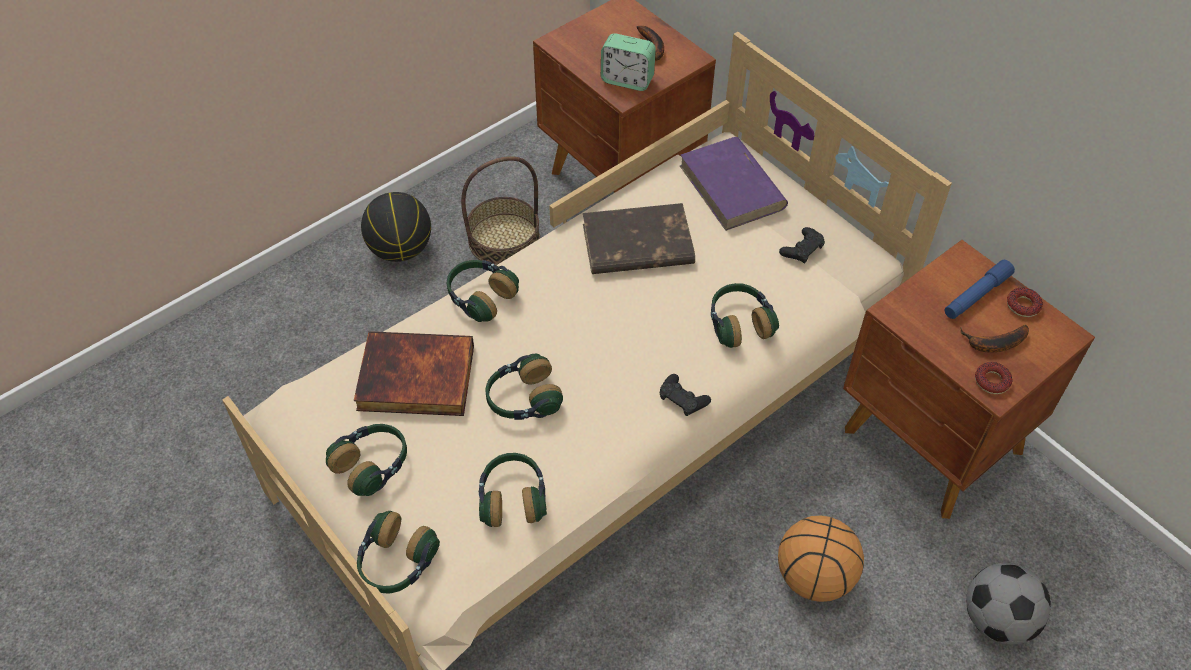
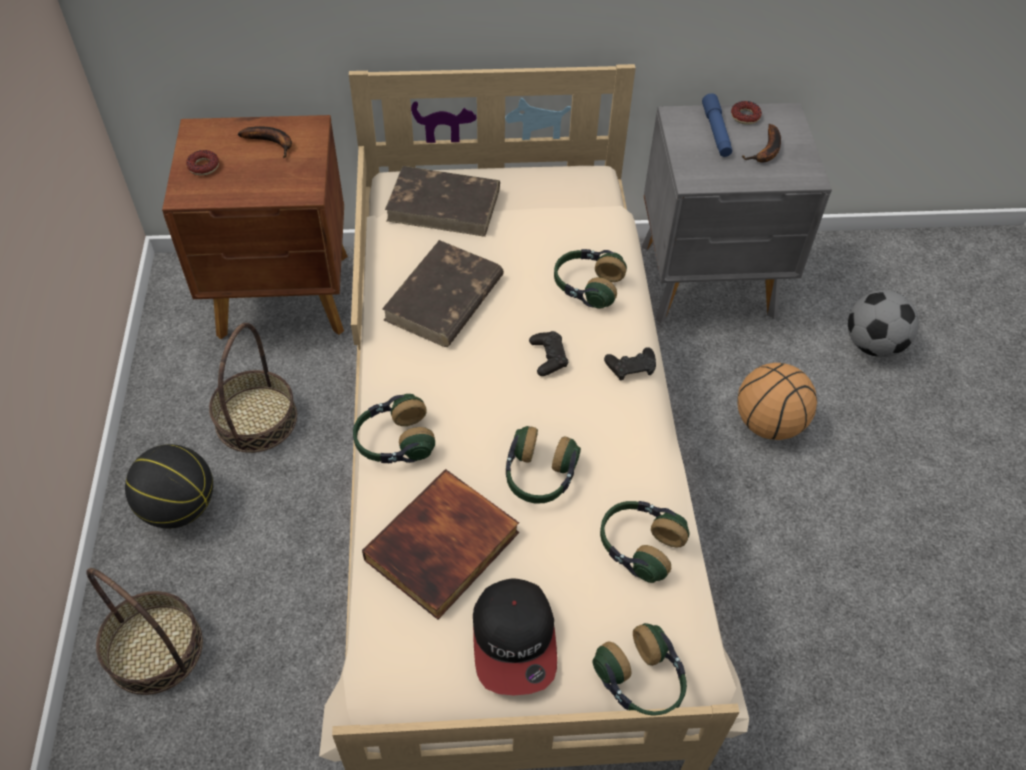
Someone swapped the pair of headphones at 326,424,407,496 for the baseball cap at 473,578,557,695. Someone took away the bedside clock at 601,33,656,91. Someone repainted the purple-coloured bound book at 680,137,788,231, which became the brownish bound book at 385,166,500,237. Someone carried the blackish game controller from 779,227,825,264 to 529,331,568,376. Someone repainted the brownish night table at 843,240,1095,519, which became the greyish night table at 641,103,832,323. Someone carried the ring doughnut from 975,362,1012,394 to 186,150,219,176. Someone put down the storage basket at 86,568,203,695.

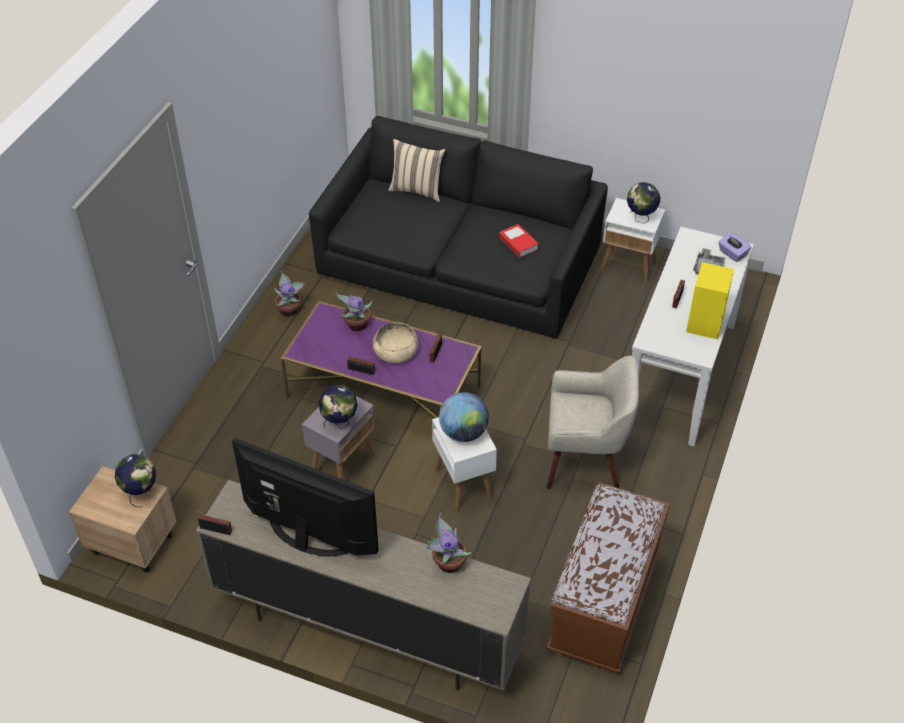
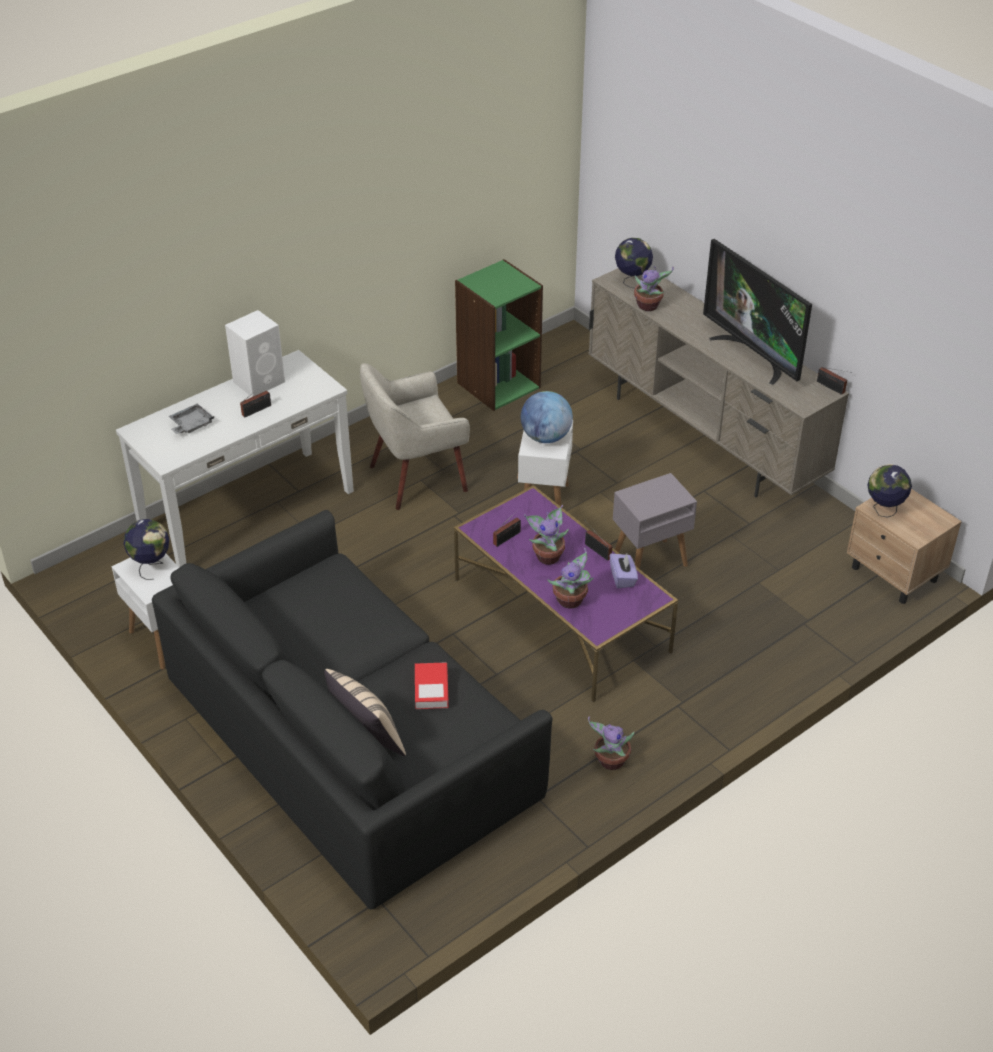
Someone carried the globe from 318,385,358,430 to 615,238,653,288. Someone swapped the sand-coloured deep dish at 373,322,419,363 for the potted plant at 524,505,569,565. Someone carried the bound book from 499,224,538,258 to 415,662,449,709. Someone rotated the sand-coloured easy chair at 547,356,639,489 by 60 degrees counterclockwise. Someone swapped the brownish long seat at 547,482,670,673 for the green shelving unit at 455,259,543,411. Someone repainted the yellow audio speaker at 686,262,734,339, which became the white-coloured audio speaker at 225,310,285,397. Someone carried the purple-coloured box of tissues from 718,232,751,262 to 609,554,638,588.

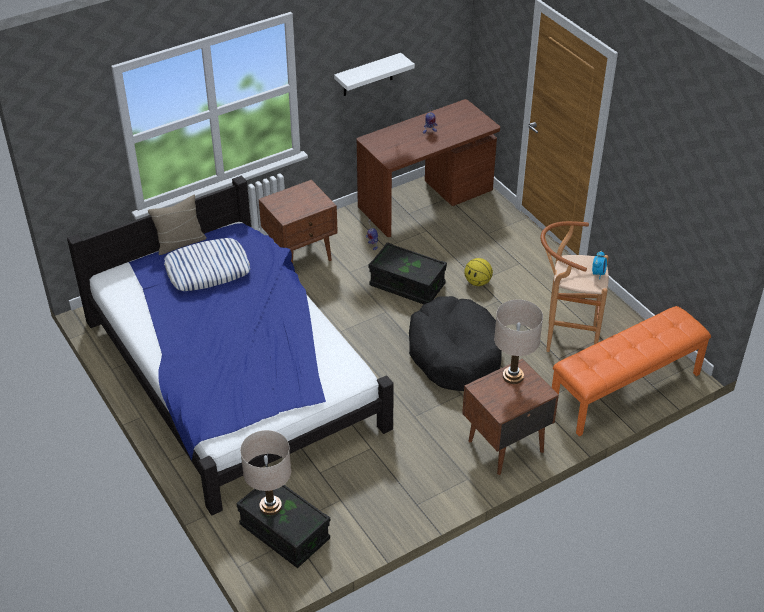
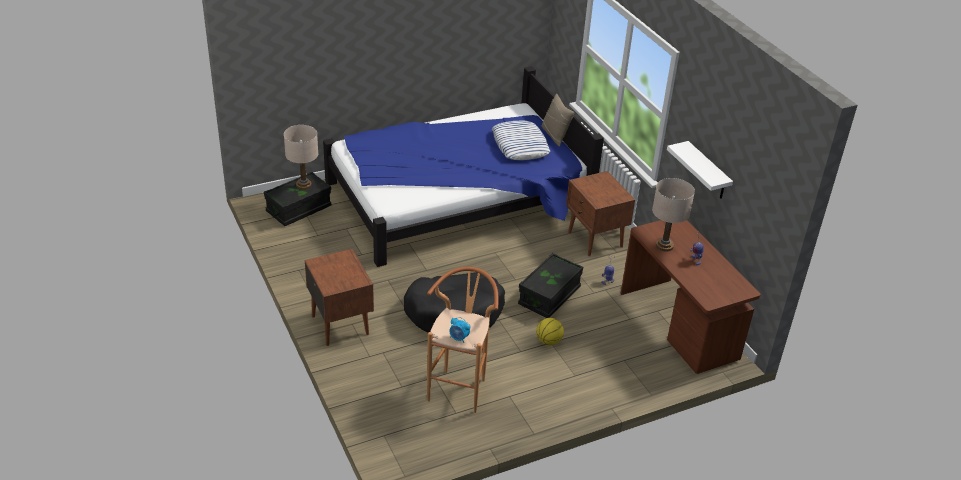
Someone carried the sand-coloured lamp for a table from 494,299,543,384 to 652,178,695,251. Someone took away the orange long seat at 552,306,711,436.

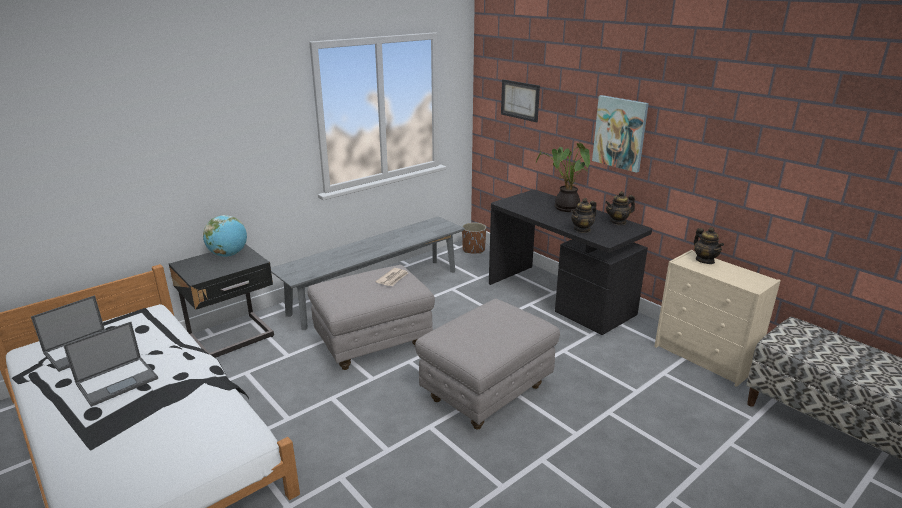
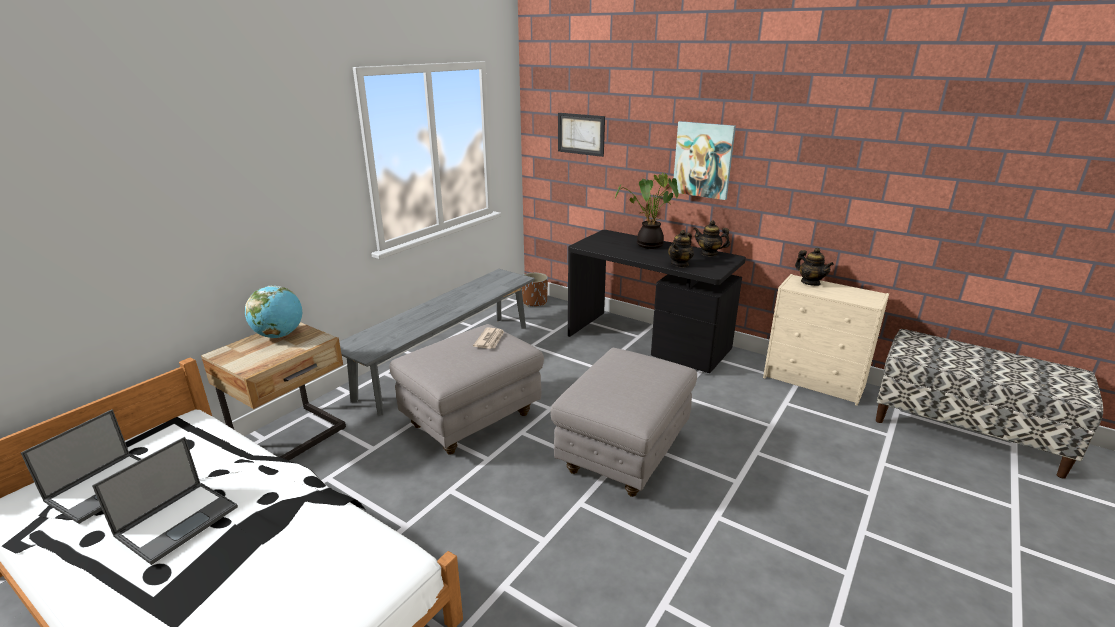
Someone repainted the blackish night table at 169,244,274,358, which became the sand-coloured night table at 201,322,346,461. Someone rotated the pot for tea at 605,191,635,225 by 60 degrees clockwise.

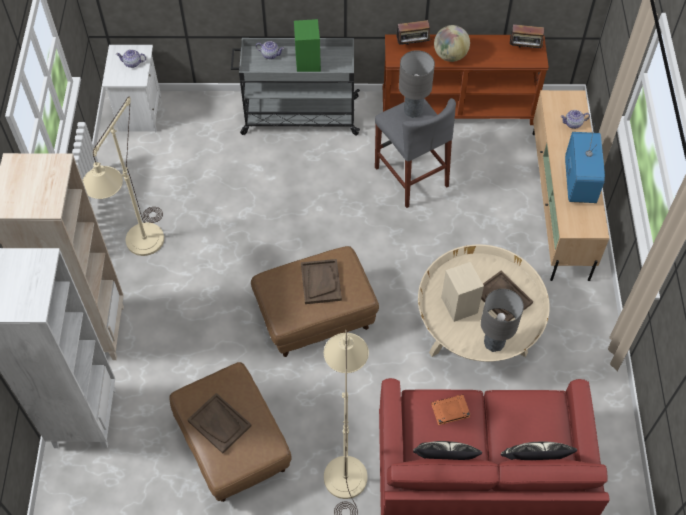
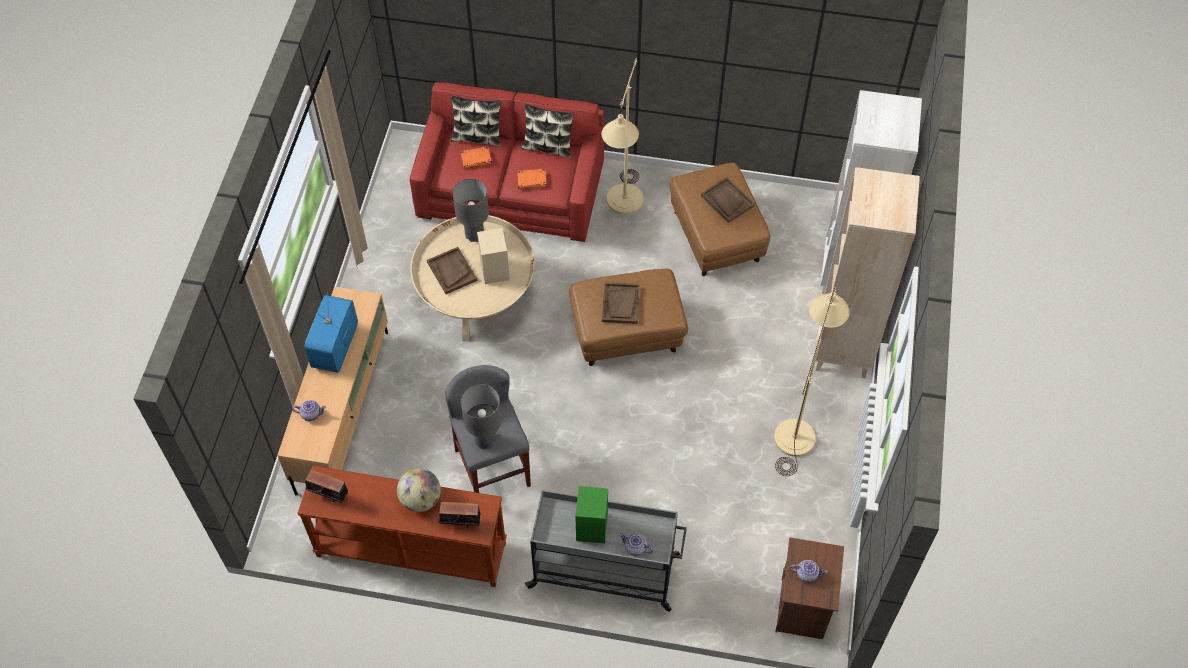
Someone repainted the white-coloured night table at 102,45,161,132, which became the brownish night table at 775,538,844,639. Someone put down the orange bound book at 461,147,492,169.

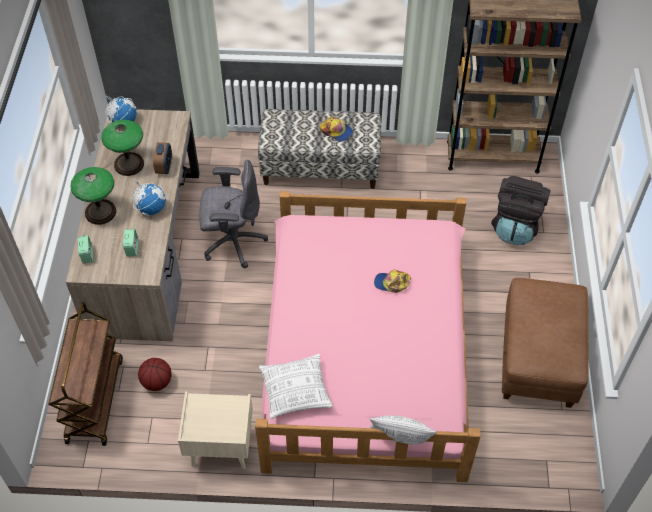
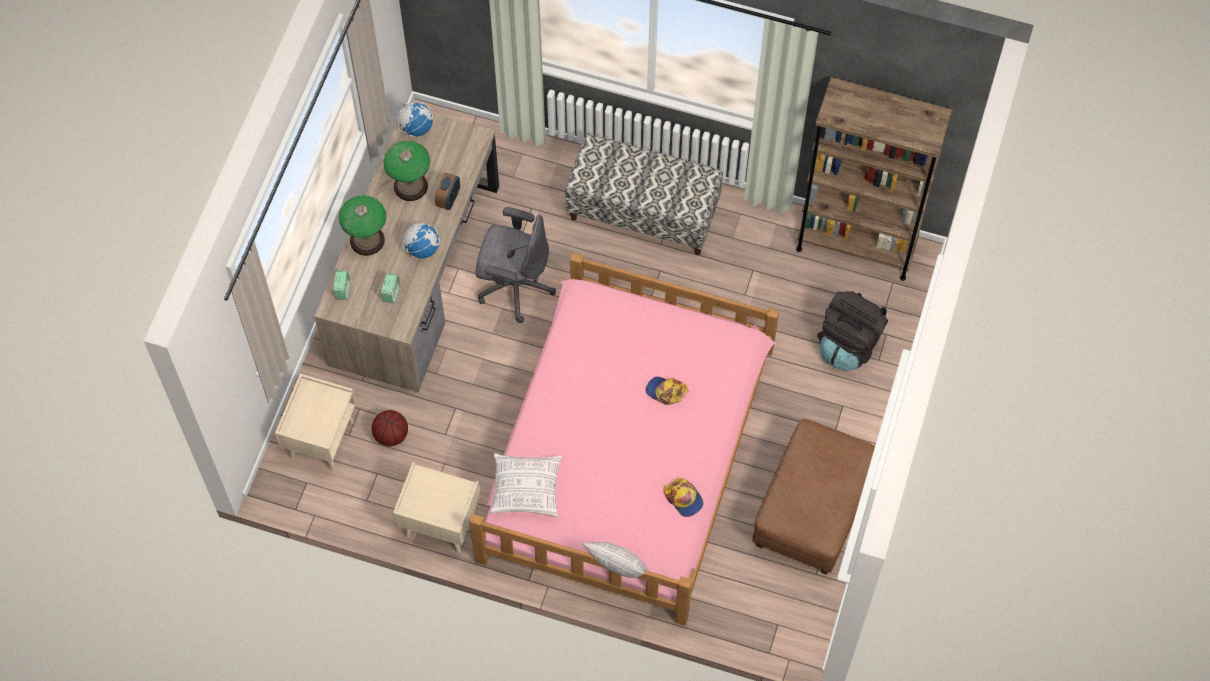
Someone swapped the brownish wheeled cart at 48,302,123,446 for the sand-coloured night table at 275,374,356,471. Someone carried the baseball cap from 320,116,353,142 to 664,478,704,517.

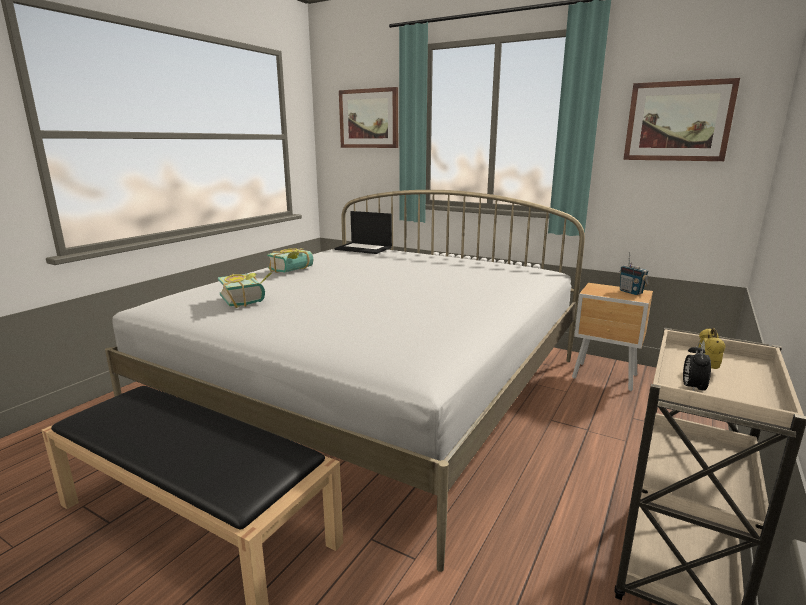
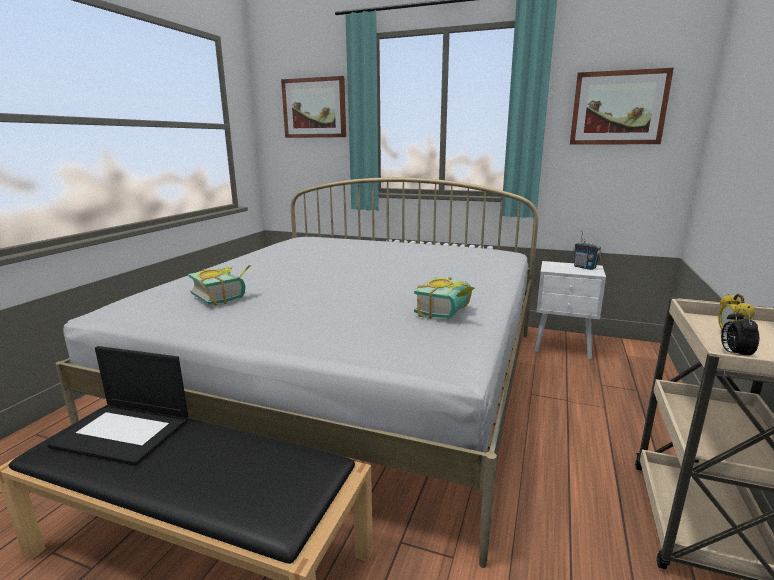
Someone carried the bound book from 267,248,313,273 to 414,277,475,319. Someone carried the notebook computer from 335,211,392,254 to 47,346,188,466. Someone repainted the brownish night table at 572,283,653,391, which became the white-coloured night table at 534,261,606,360.

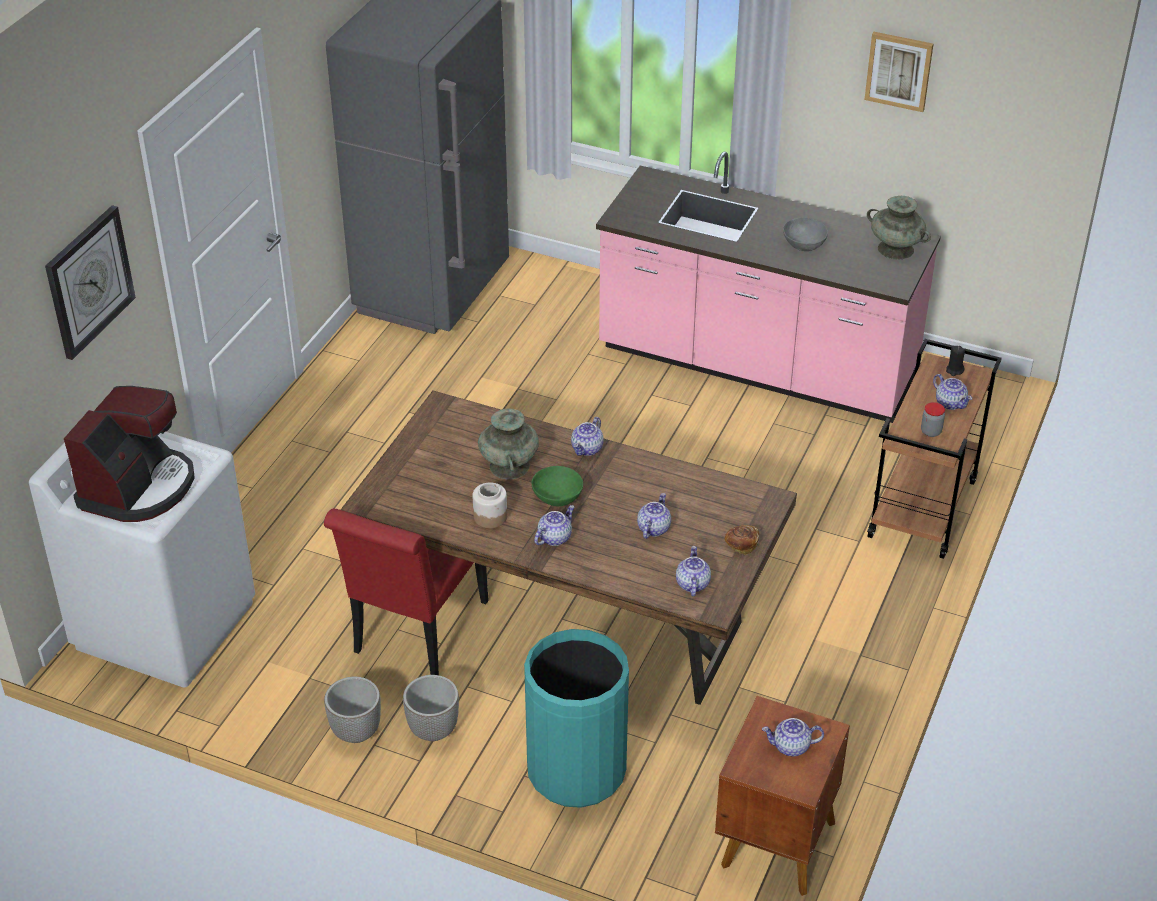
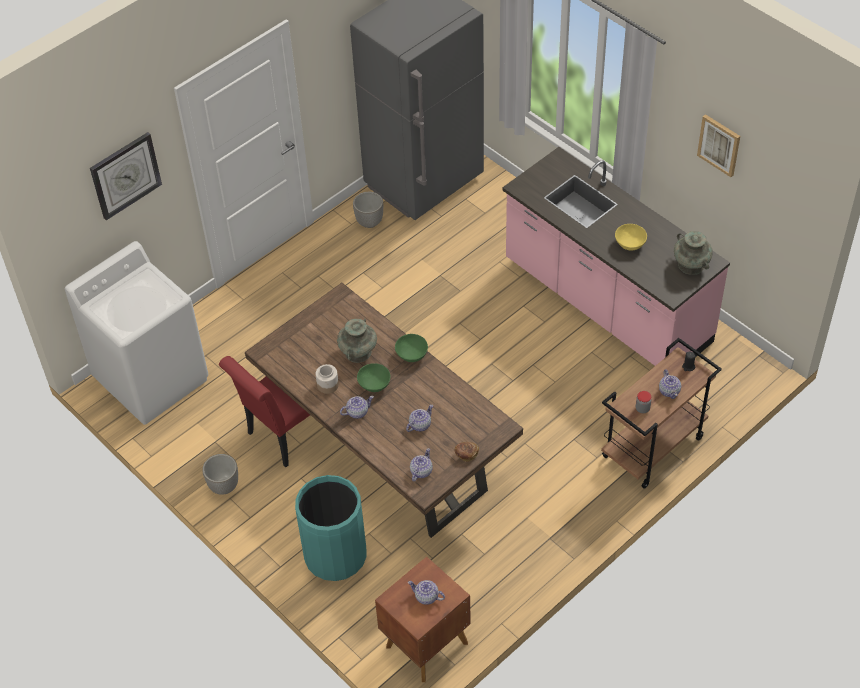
Someone took away the coffee brewer at 64,386,195,522. Someone carried the flower pot from 403,675,459,741 to 353,192,383,228. Someone swapped the pot for tea at 571,417,604,456 for the green deep dish at 395,334,428,362. Someone repainted the greyish deep dish at 783,218,828,251, which became the yellow deep dish at 615,224,647,251.

